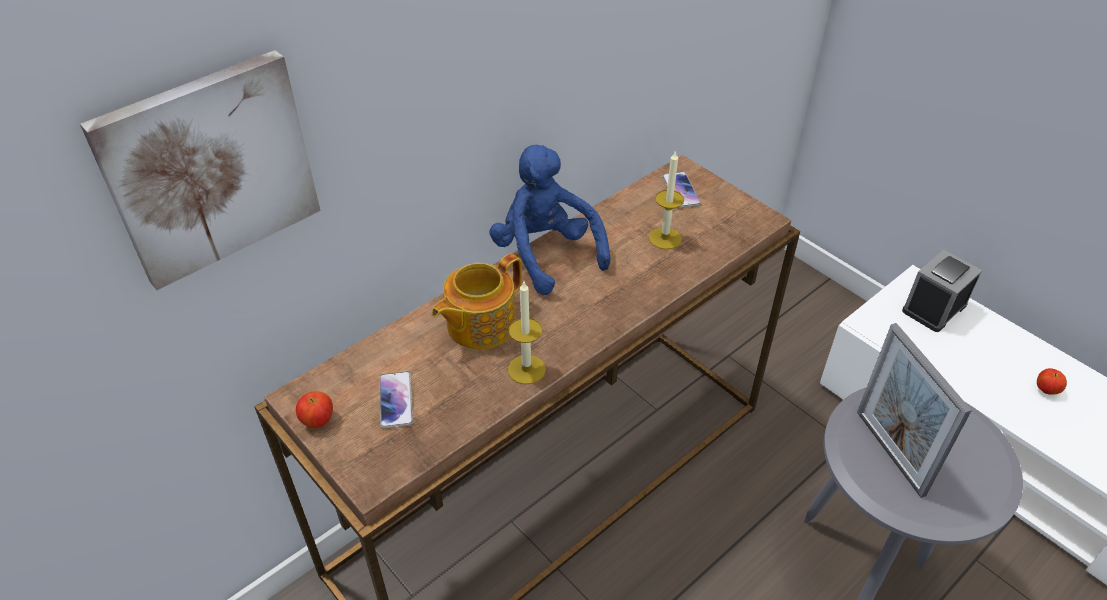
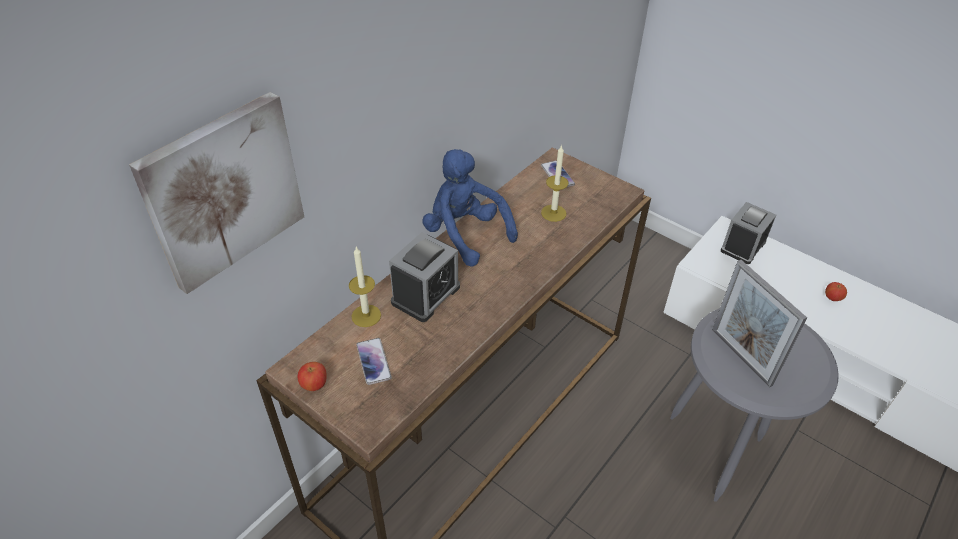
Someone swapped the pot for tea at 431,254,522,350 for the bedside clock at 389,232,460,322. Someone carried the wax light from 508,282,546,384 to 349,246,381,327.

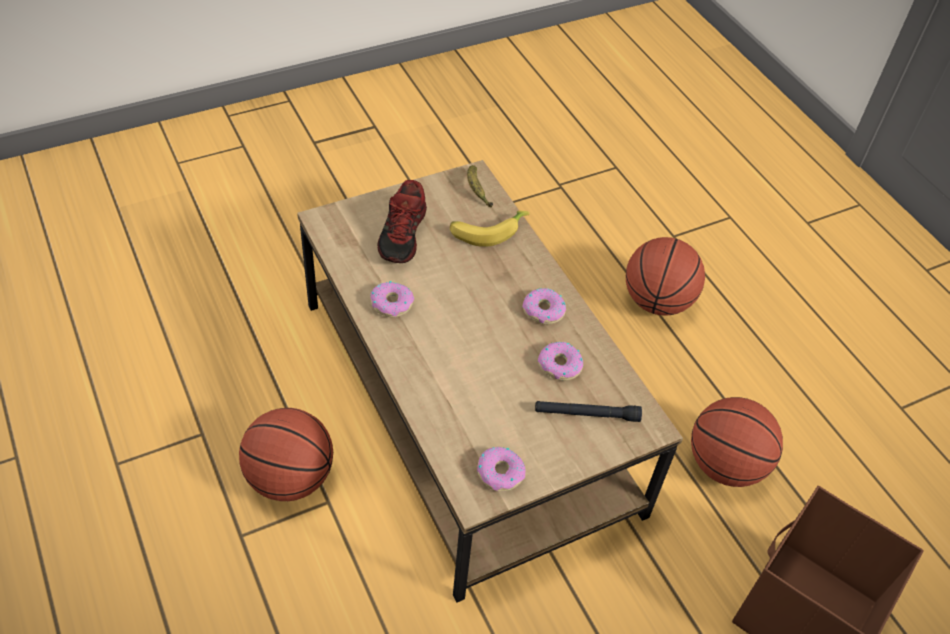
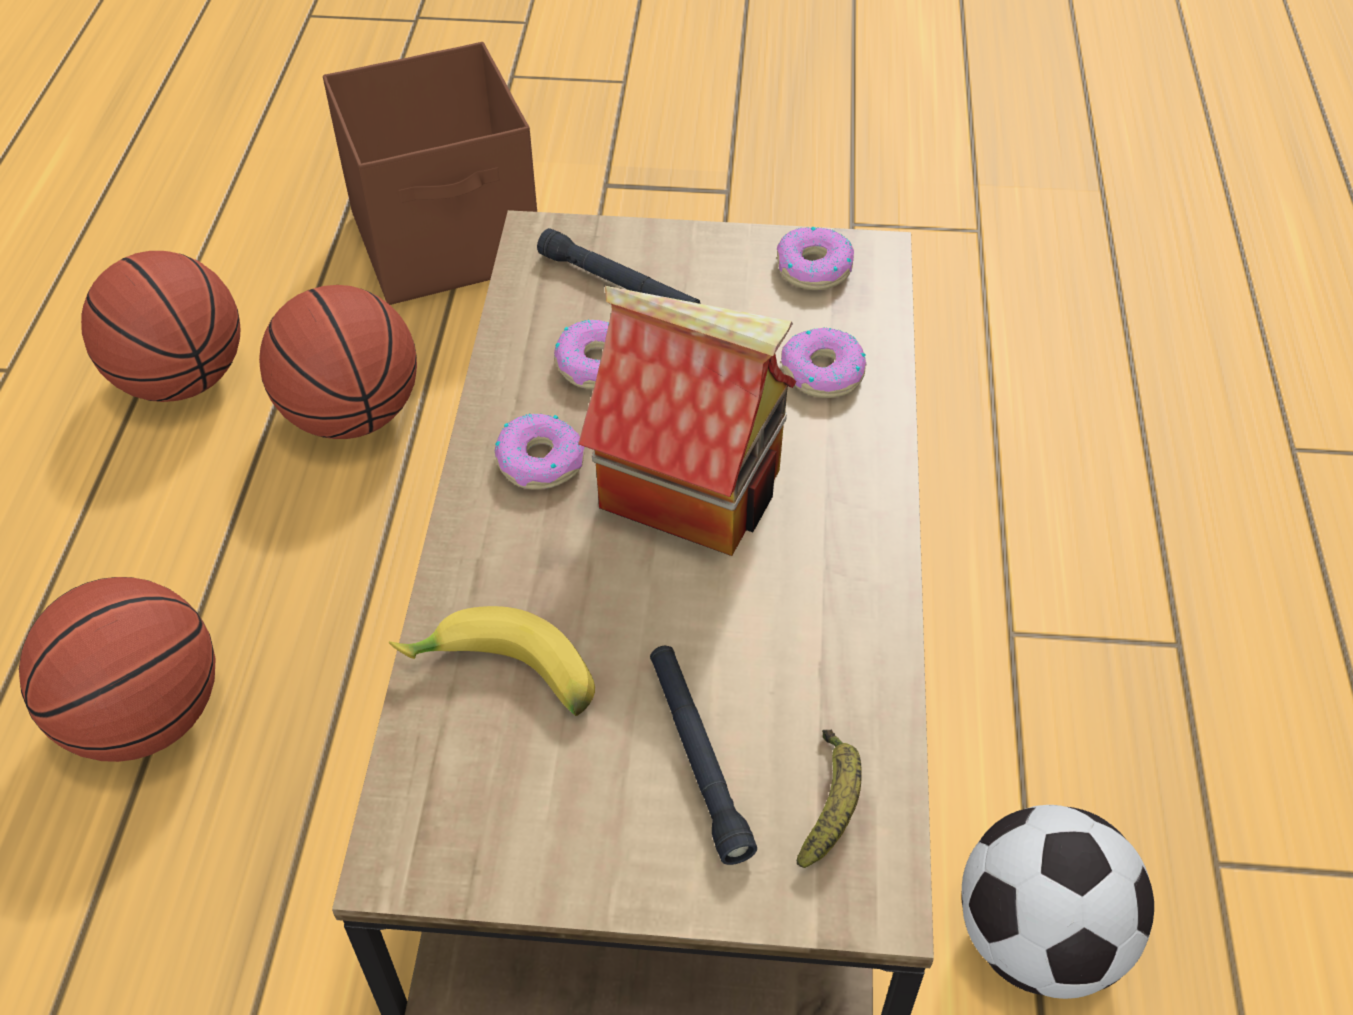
Someone carried the basketball ball from 239,408,333,501 to 81,251,240,402. Someone carried the ring doughnut from 370,281,414,318 to 781,328,866,398. Someone swapped the item of footwear at 377,180,427,263 for the blackish flashlight at 650,646,757,865. Someone carried the banana fruit from 467,165,493,207 to 797,730,862,868. Someone put down the toy house at 578,286,797,556. Someone put down the football ball at 961,805,1154,999.

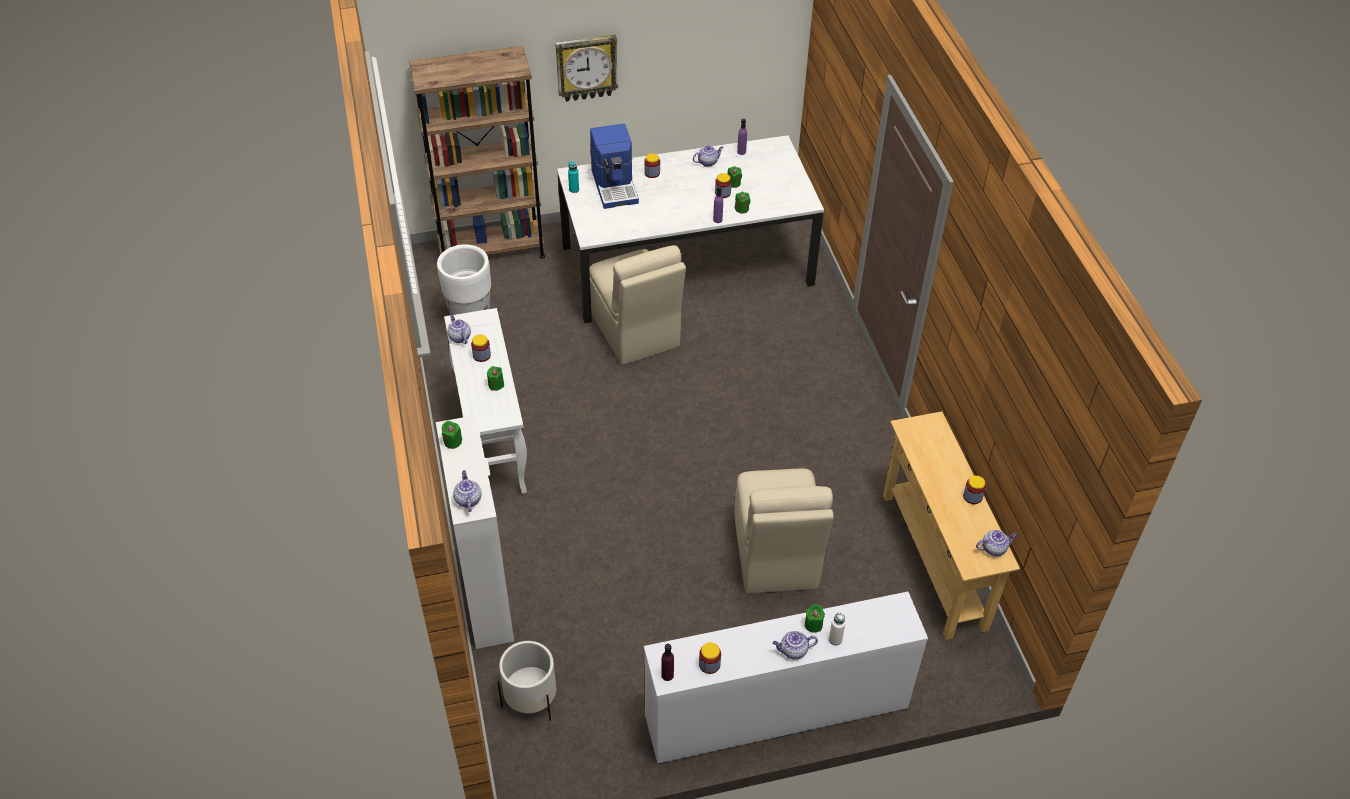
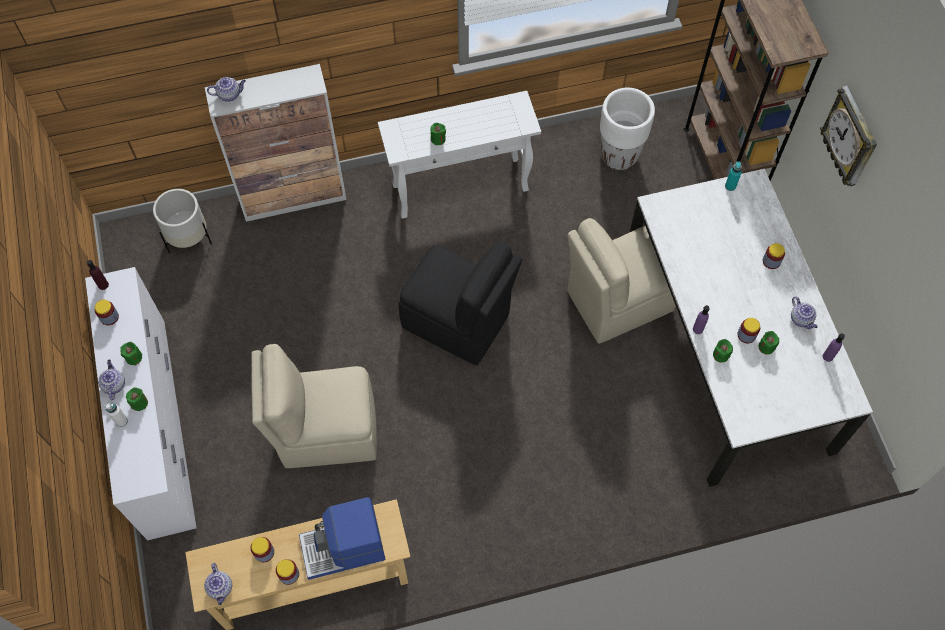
Someone carried the green wax light from 442,421,462,449 to 120,342,143,366. Someone took away the pot for tea at 447,314,471,344. Someone carried the jar from 471,335,491,362 to 250,537,274,562. Someone carried the coffee brewer from 590,124,639,209 to 299,497,385,580. Someone put down the blackish plain chair at 398,242,523,366.

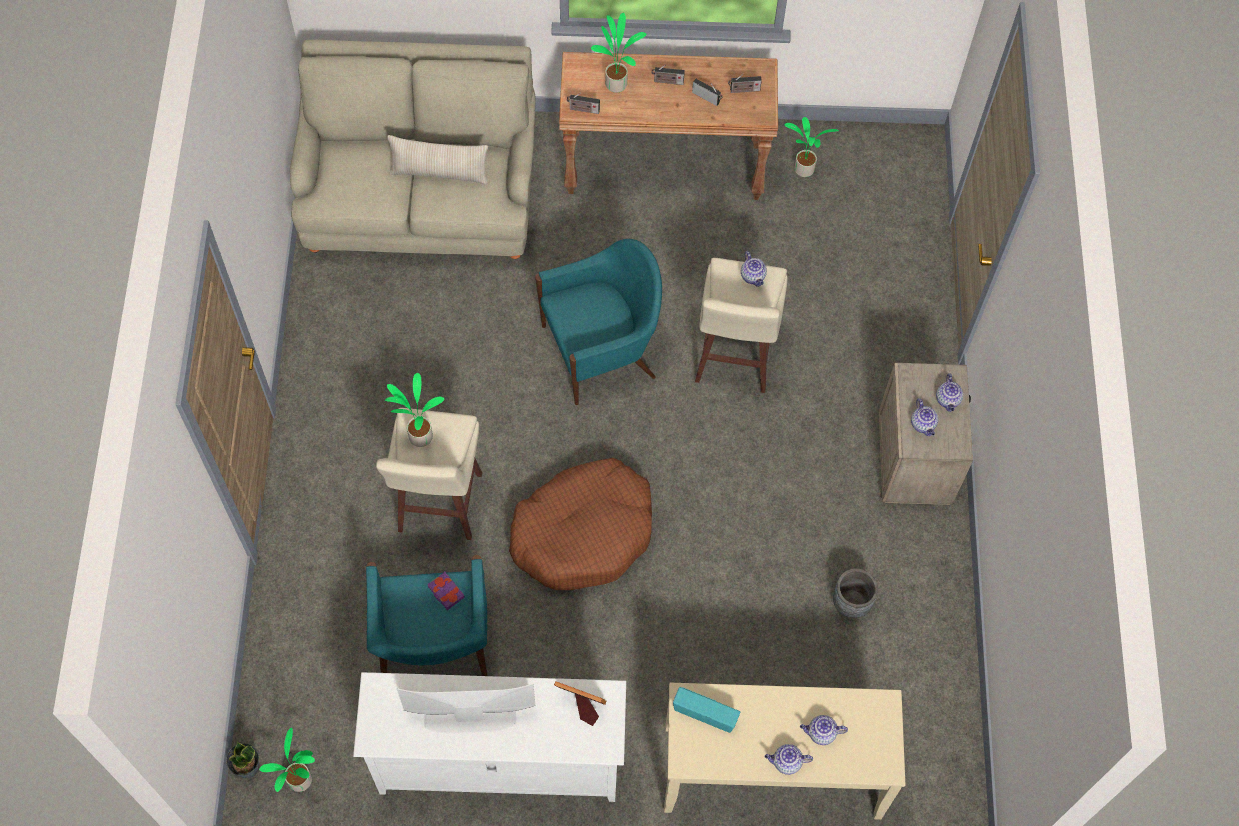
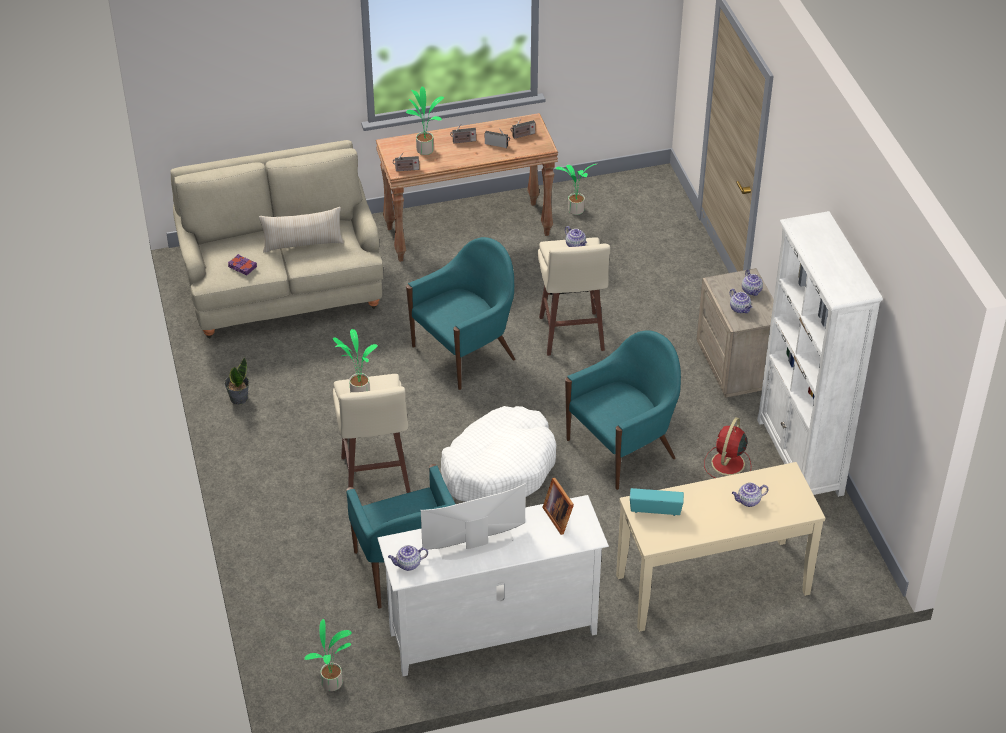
Someone carried the potted plant from 226,742,260,779 to 225,358,249,405. Someone carried the purple-coloured bound book from 428,572,465,610 to 228,254,257,275. Someone repainted the brownish pet bed at 509,458,652,590, which became the white-coloured pet bed at 441,406,557,502. Someone rotated the picture frame at 554,681,607,726 by 120 degrees counterclockwise. Someone carried the pot for tea from 765,744,813,775 to 388,545,428,571. Someone swapped the greyish flower pot at 833,568,878,618 for the reddish fan at 704,417,751,478. Someone put down the turquoise easy chair at 565,330,681,490. Someone put down the white-coloured shelving unit at 757,211,883,497.

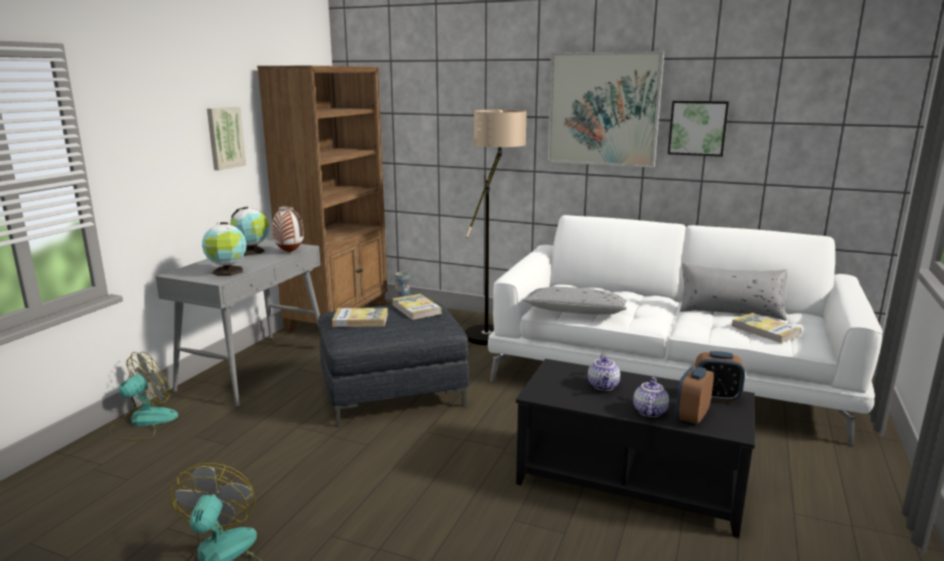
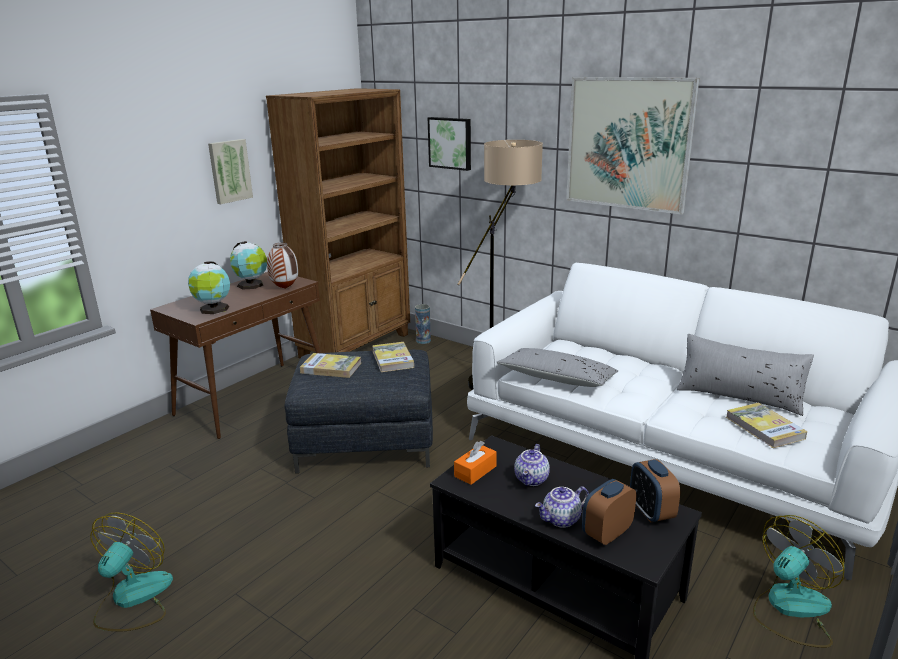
Someone carried the fan from 108,352,178,440 to 753,515,844,648. Someone repainted the greyish narrow table at 155,240,320,407, which became the brownish narrow table at 150,272,321,439. Someone rotated the pot for tea at 633,377,669,417 by 150 degrees counterclockwise. Someone carried the wall art from 668,101,729,157 to 428,117,471,171. Someone rotated the bedside clock at 695,351,745,403 by 45 degrees clockwise. Someone put down the orange box of tissues at 454,441,497,485.

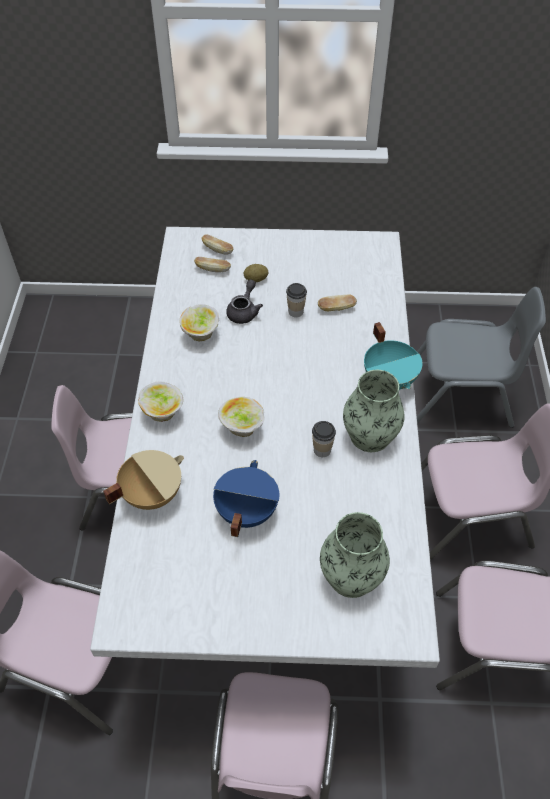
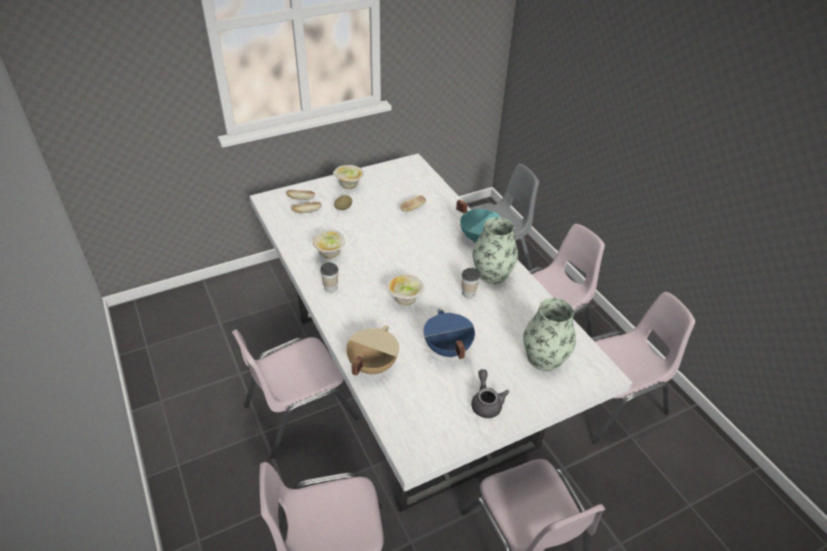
Someone carried the deep dish from 138,381,183,422 to 333,165,364,189. Someone carried the greyish pot for tea from 226,280,263,324 to 471,369,509,418. Someone carried the cup from 286,283,307,317 to 320,262,338,292.

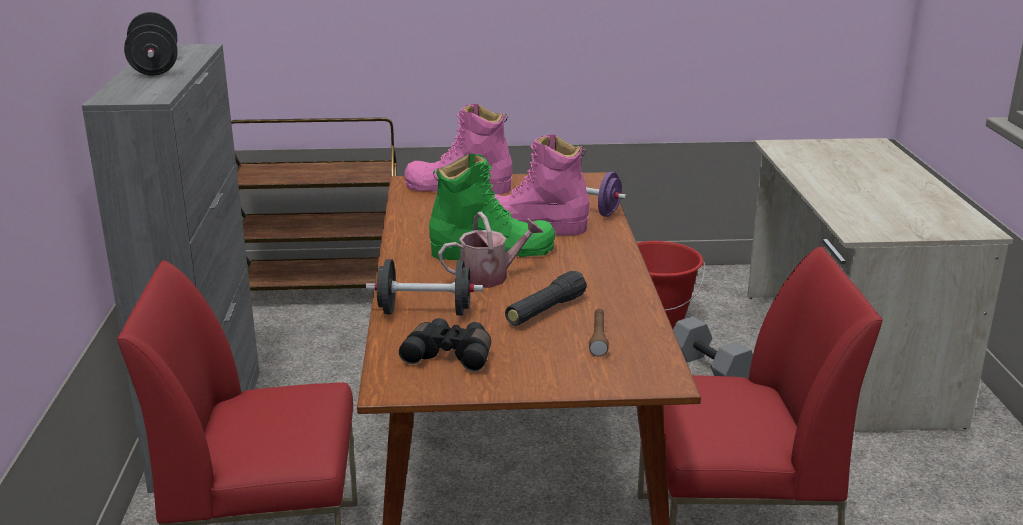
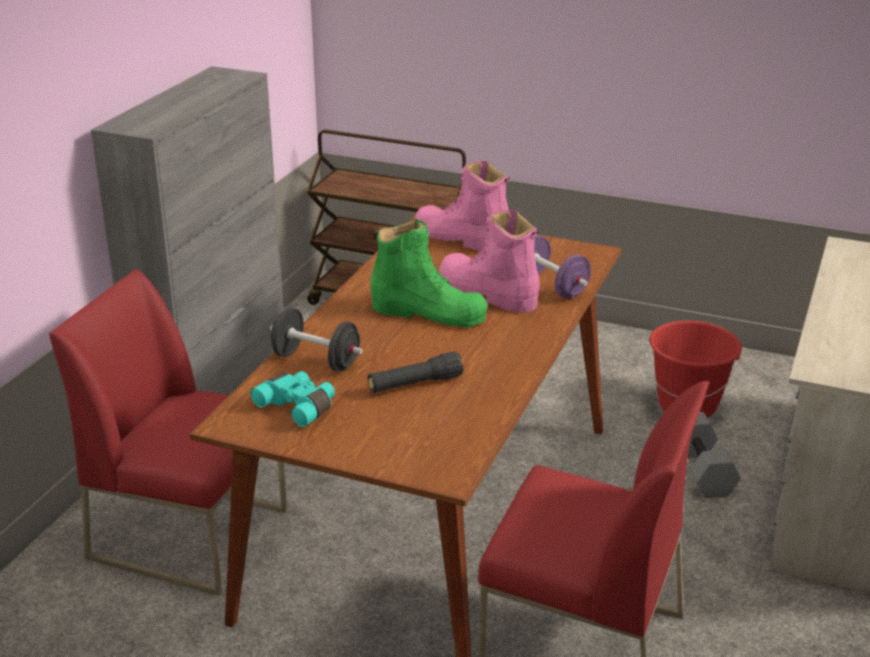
Someone took away the blackish free weight at 124,12,177,76. Someone repainted the blackish binoculars at 399,318,491,371, which became the turquoise binoculars at 250,371,335,427. Someone took away the watering pot at 438,212,543,288. Someone took away the brownish flashlight at 589,309,609,357.

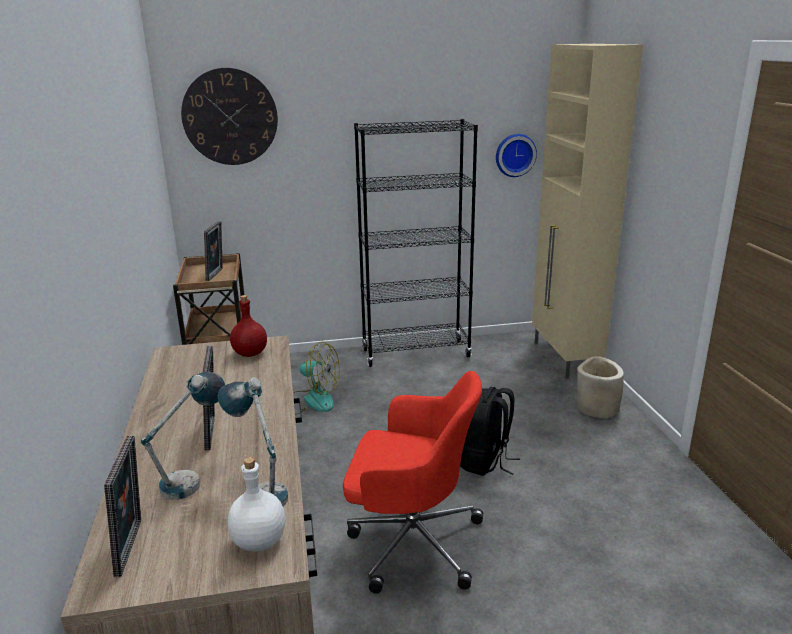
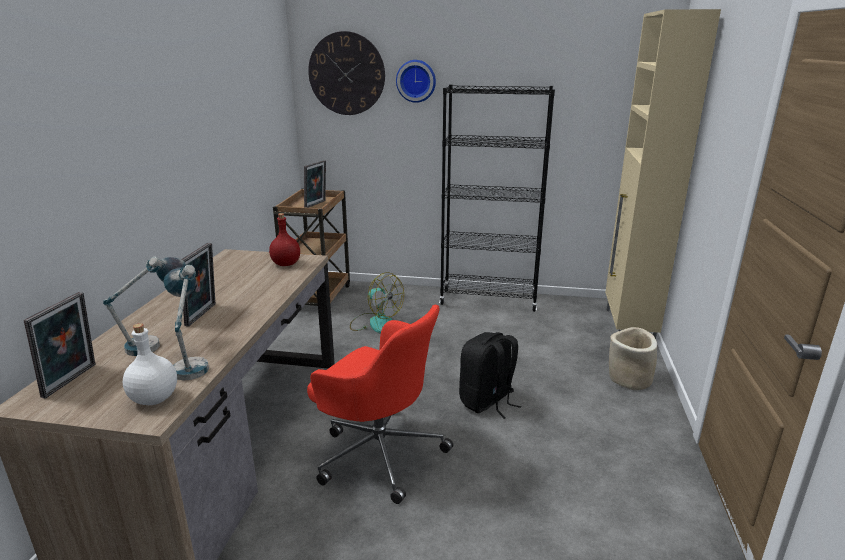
Someone carried the hanging clock from 496,134,537,177 to 396,60,436,103.

